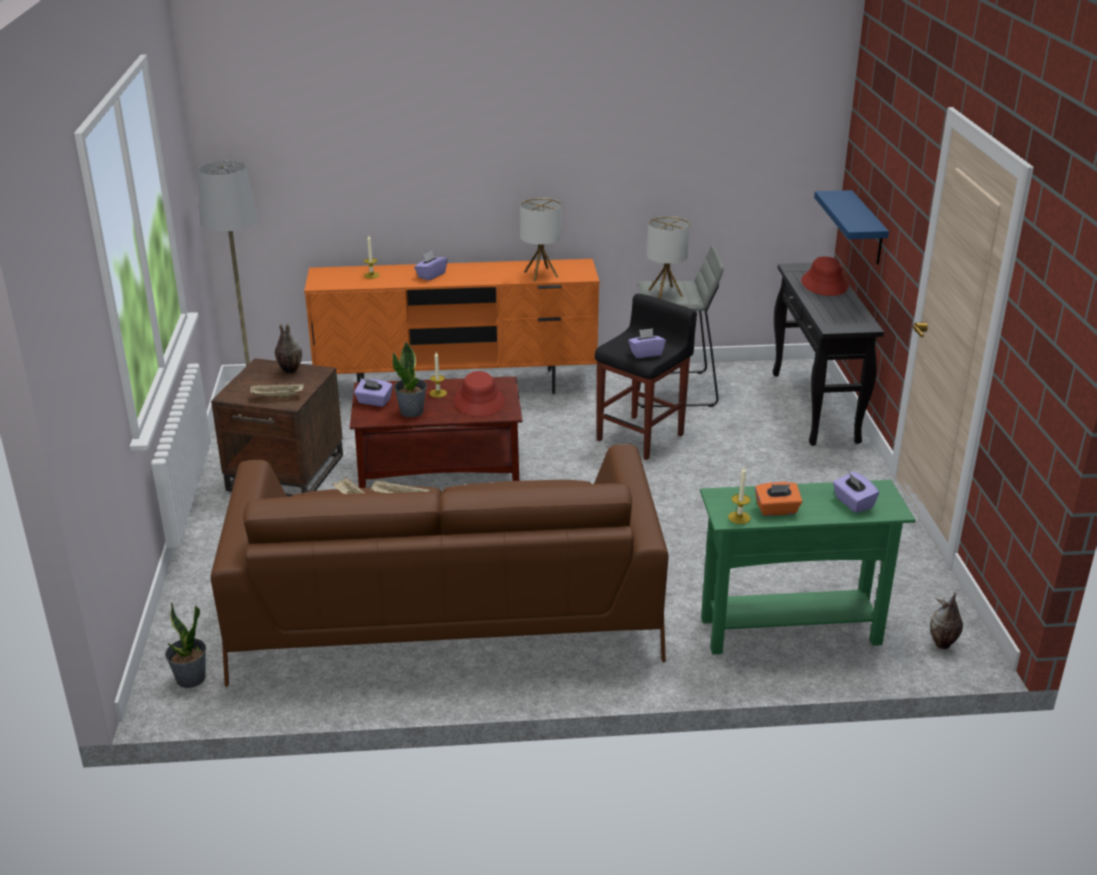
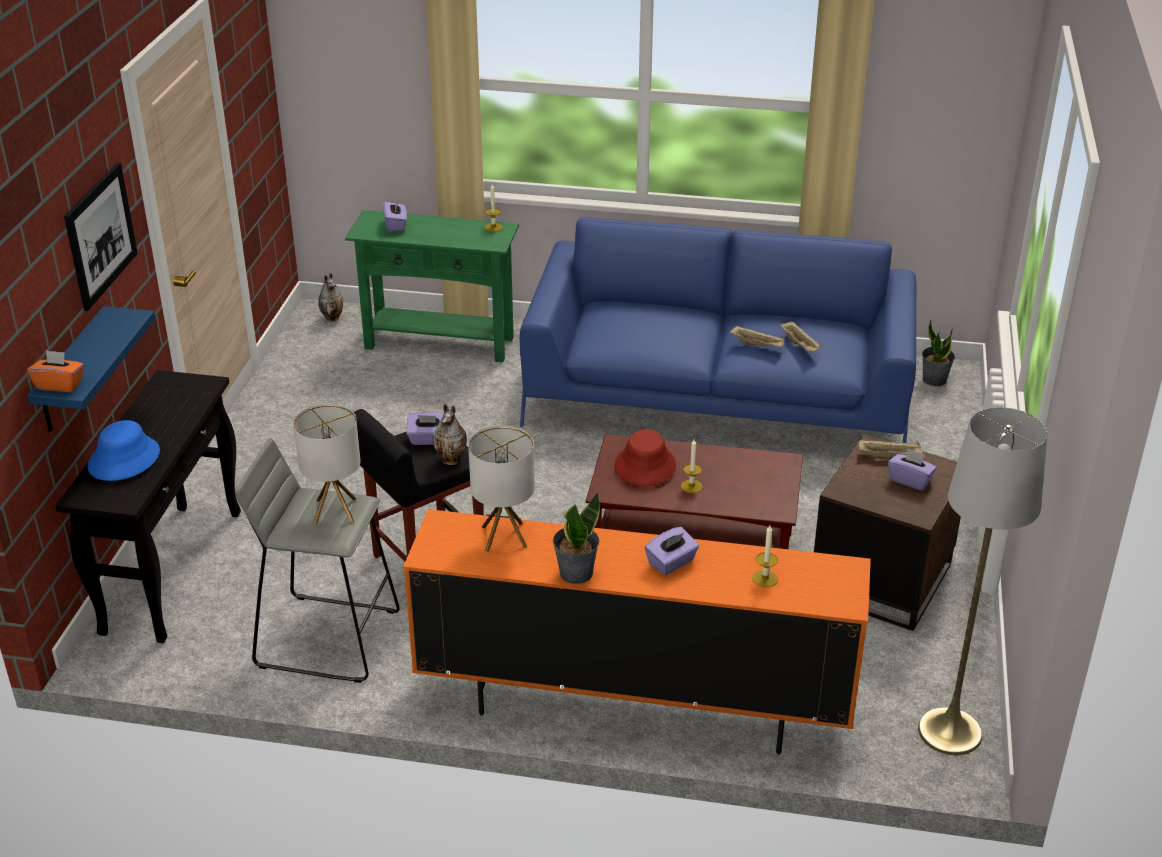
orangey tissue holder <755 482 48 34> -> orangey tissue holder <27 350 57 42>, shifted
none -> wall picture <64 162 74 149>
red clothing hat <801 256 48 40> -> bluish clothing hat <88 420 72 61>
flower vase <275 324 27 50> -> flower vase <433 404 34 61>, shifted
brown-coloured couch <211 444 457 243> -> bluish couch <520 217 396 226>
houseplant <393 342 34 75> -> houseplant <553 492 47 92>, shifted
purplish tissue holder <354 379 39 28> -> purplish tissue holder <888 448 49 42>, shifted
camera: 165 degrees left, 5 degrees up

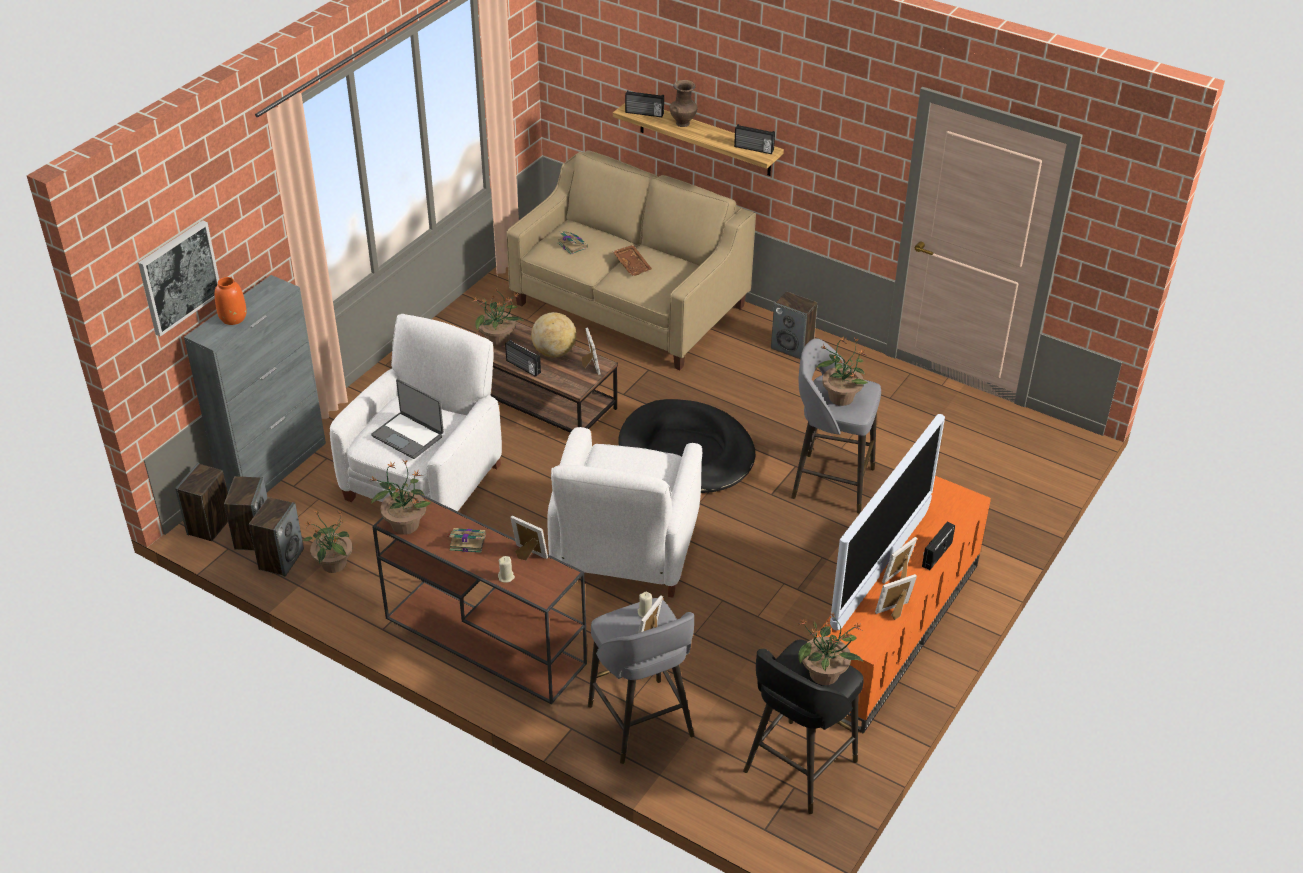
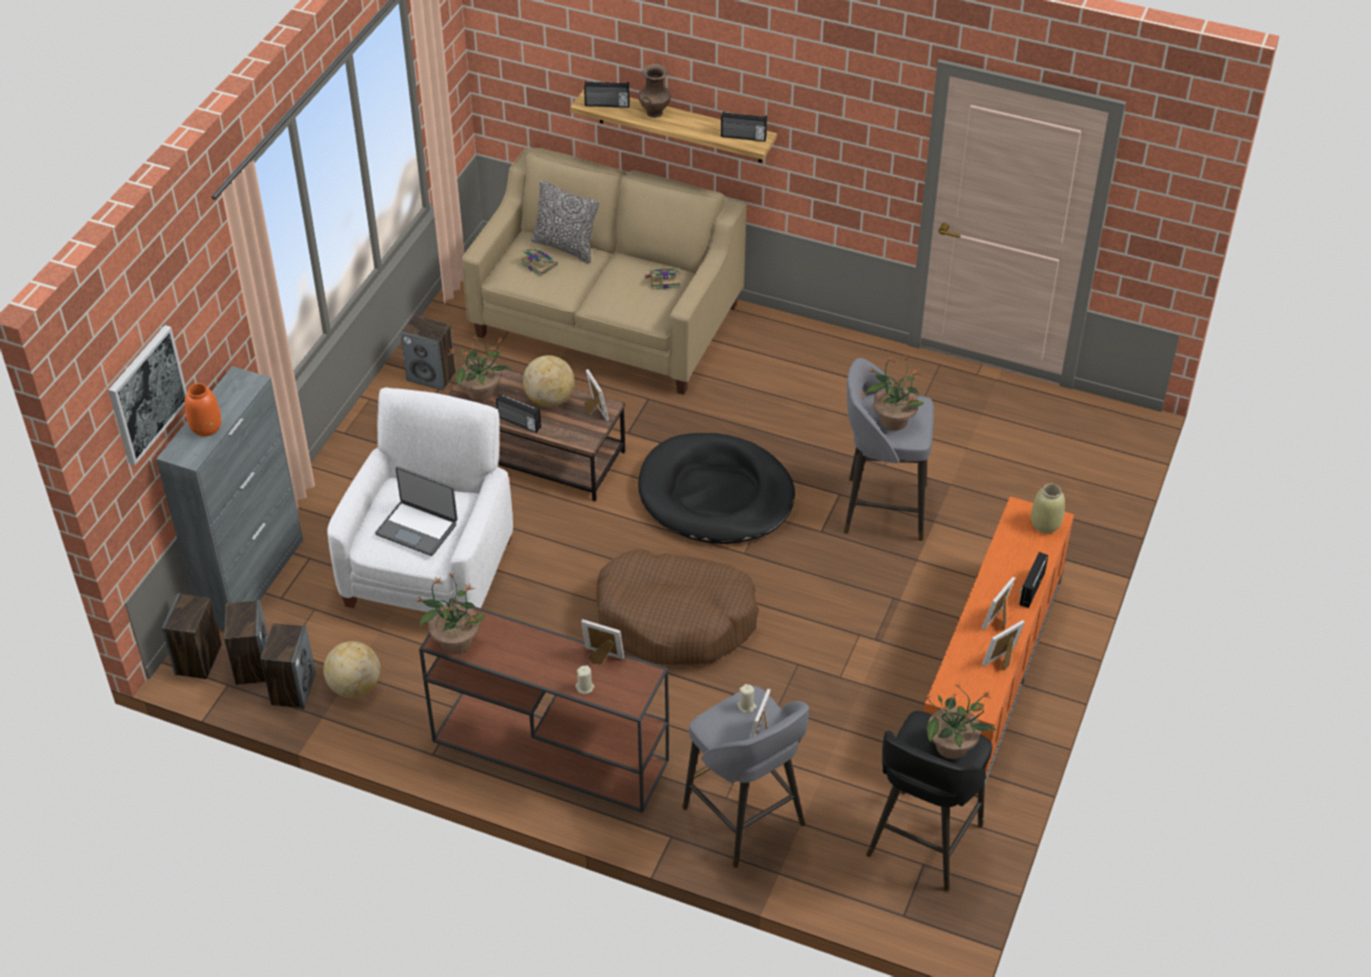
houseplant <302 510 50 63> -> world globe <323 641 57 57>
audio speaker <771 291 46 68> -> audio speaker <400 315 56 76>, shifted
none -> pillow <531 180 69 84>
whitish armchair <548 427 154 170> -> brown-coloured dog bed <596 548 163 117>
volume <447 528 39 25> -> volume <646 268 35 21>, shifted
none -> beige-coloured flower vase <1031 484 34 49>
brown-coloured serving tray <613 245 39 31> -> none
TV <830 414 115 216> -> none
camera: 10 degrees left, 5 degrees up

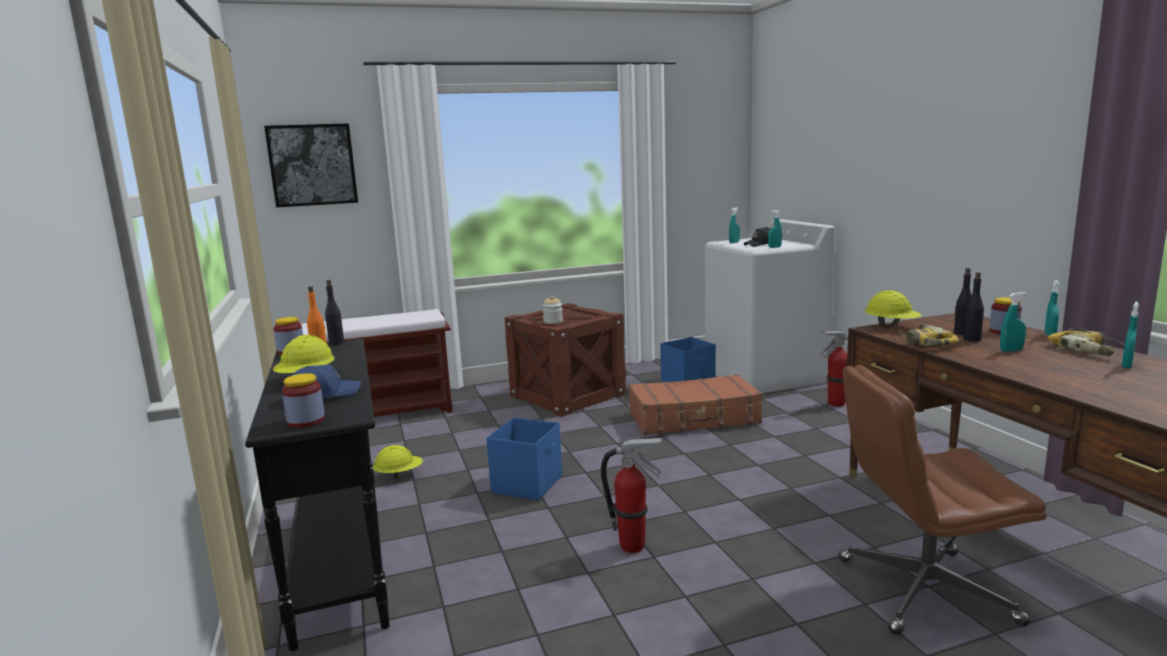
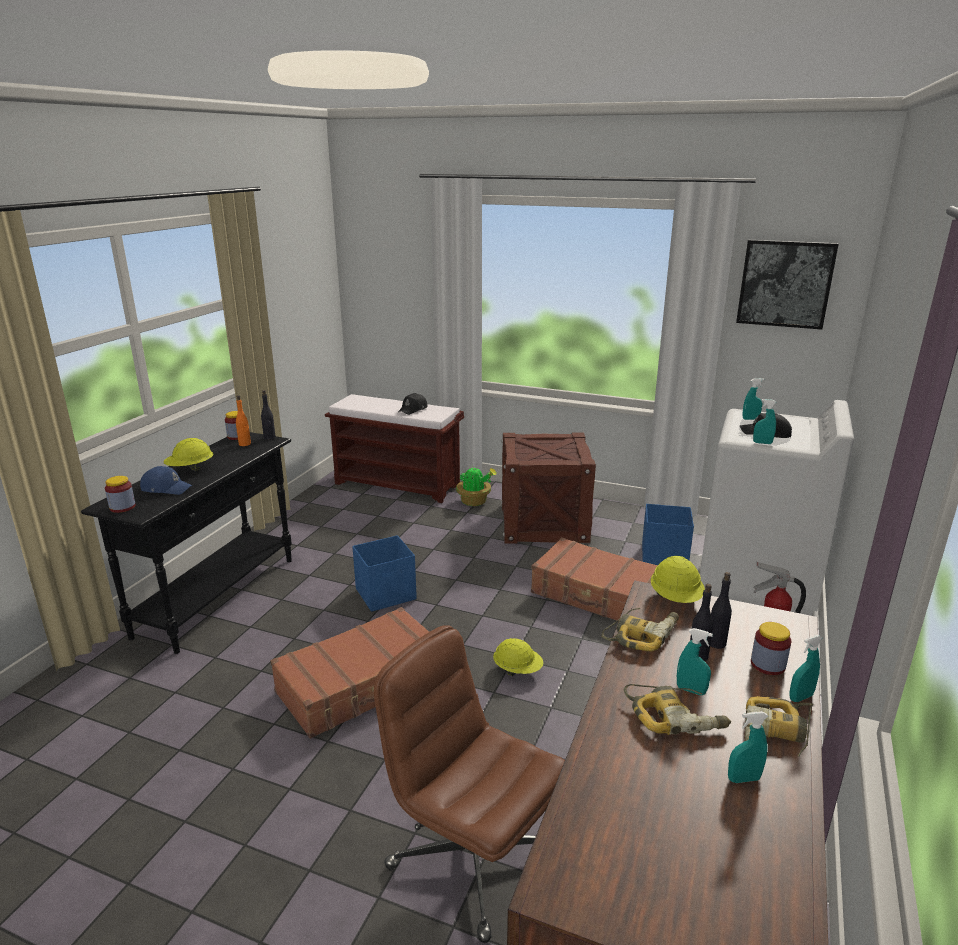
fire-fighting cylinder <601 438 61 115> -> brown-coloured piece of luggage <270 607 159 132>
none -> black-coloured cap <398 393 30 22>
none -> houseplant <456 466 41 40>
yellowish hard hat <373 445 50 35> -> yellowish hard hat <493 638 51 38>, shifted
none -> electric drill <623 684 108 51>
wall picture <264 123 94 84> -> wall picture <736 240 103 90>, shifted
jar <542 296 21 28> -> none
camera: 40 degrees right, 10 degrees up

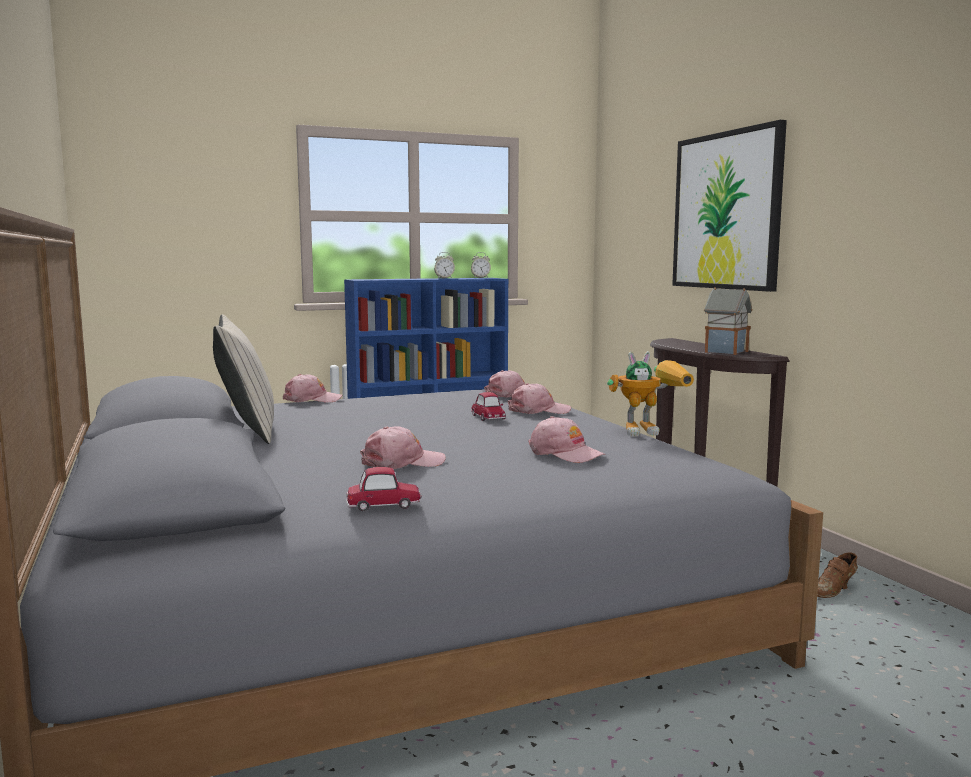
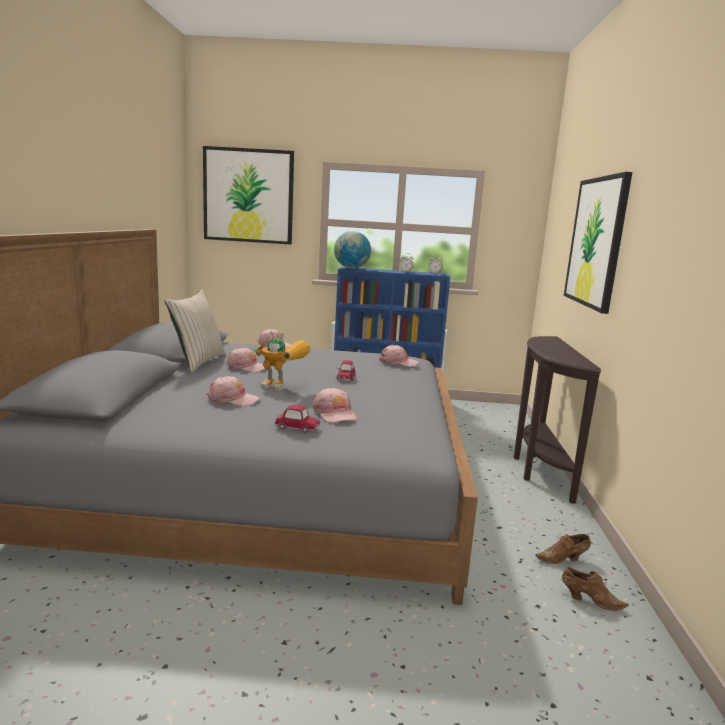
none -> wall picture <203 146 91 99>
pink cap <508 383 63 31> -> pink cap <226 347 39 25>, shifted
robot figure <607 351 87 85> -> robot figure <254 331 56 59>, shifted
toy car <346 467 75 44> -> toy car <275 405 45 28>, shifted
none -> world globe <334 231 37 38>
none -> brown-coloured low shoe <562 567 67 44>
miniature house <704 287 48 68> -> none
camera: 25 degrees right, 5 degrees up

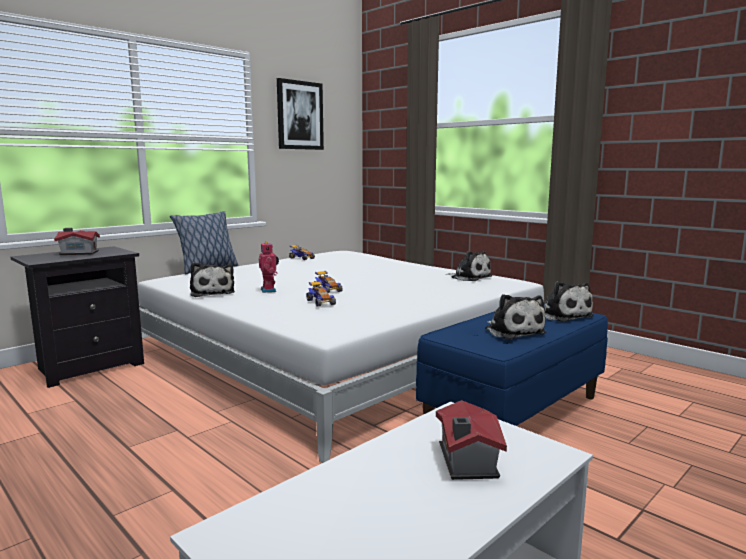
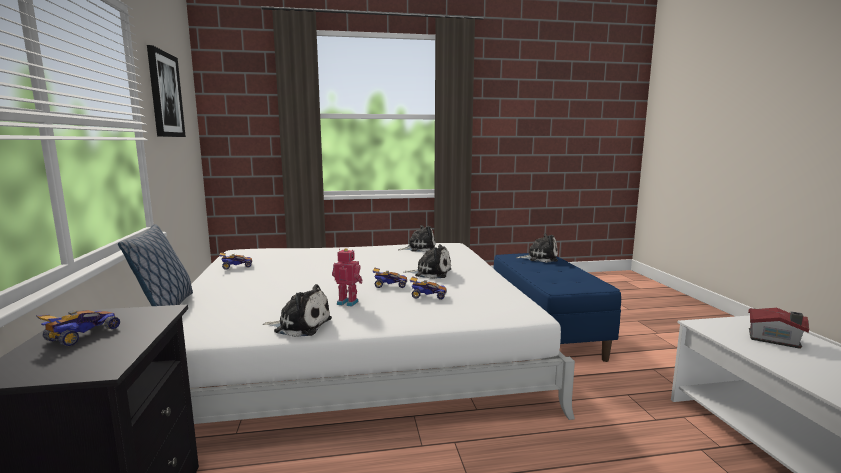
miniature house <54 228 46 27> -> toy car <36 310 84 36>
soft toy <485 294 61 45> -> soft toy <404 244 47 35>, shifted
camera: 55 degrees left, 0 degrees up

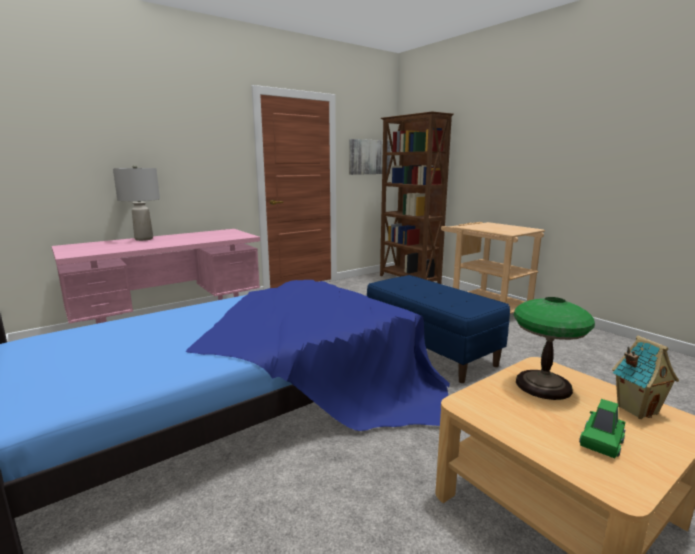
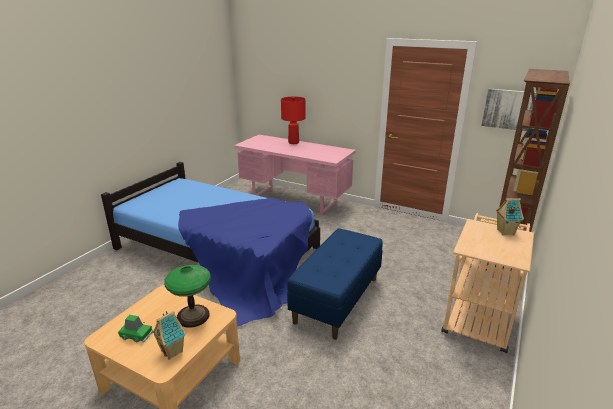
gray tabletop lamp <113 165 47 76> -> red tabletop lamp <281 97 25 47>
none -> miniature house <496 198 28 37>
camera: 65 degrees right, 10 degrees up

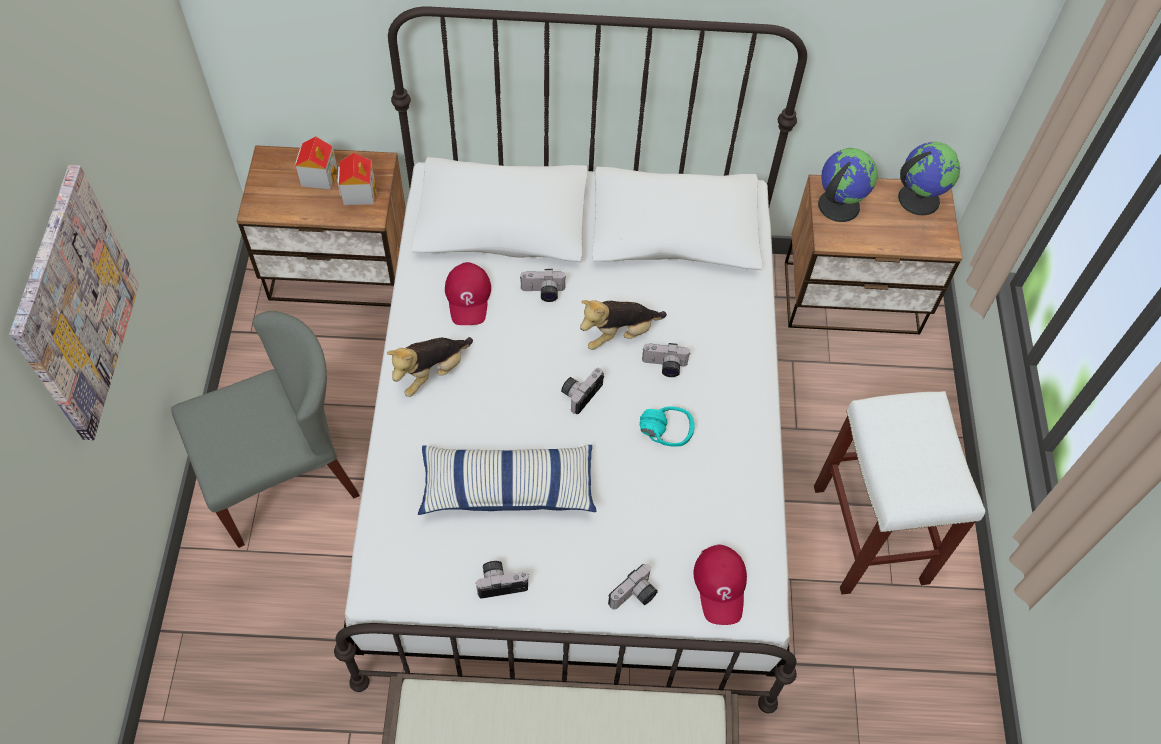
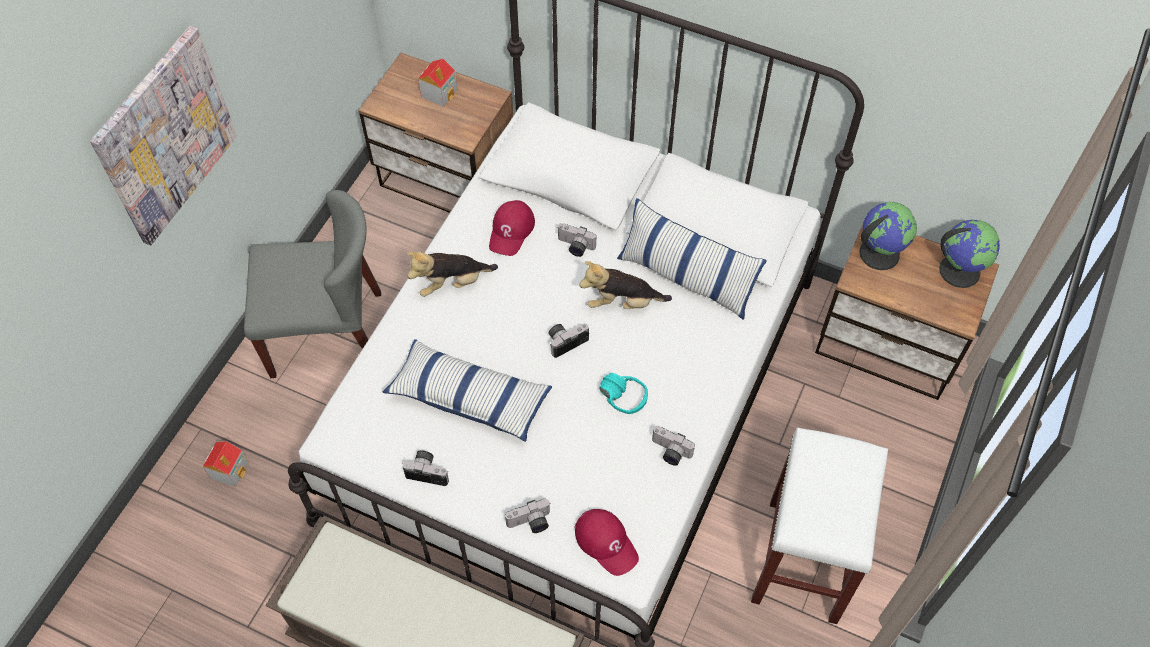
miniature house <337 153 39 52> -> miniature house <203 441 46 46>, shifted
red cap <694 544 53 81> -> red cap <574 509 65 67>, 60 degrees counterclockwise
none -> pillow <617 198 150 122>
photo camera <642 343 48 34> -> photo camera <652 426 43 40>, shifted
camera: 25 degrees right, 0 degrees up

